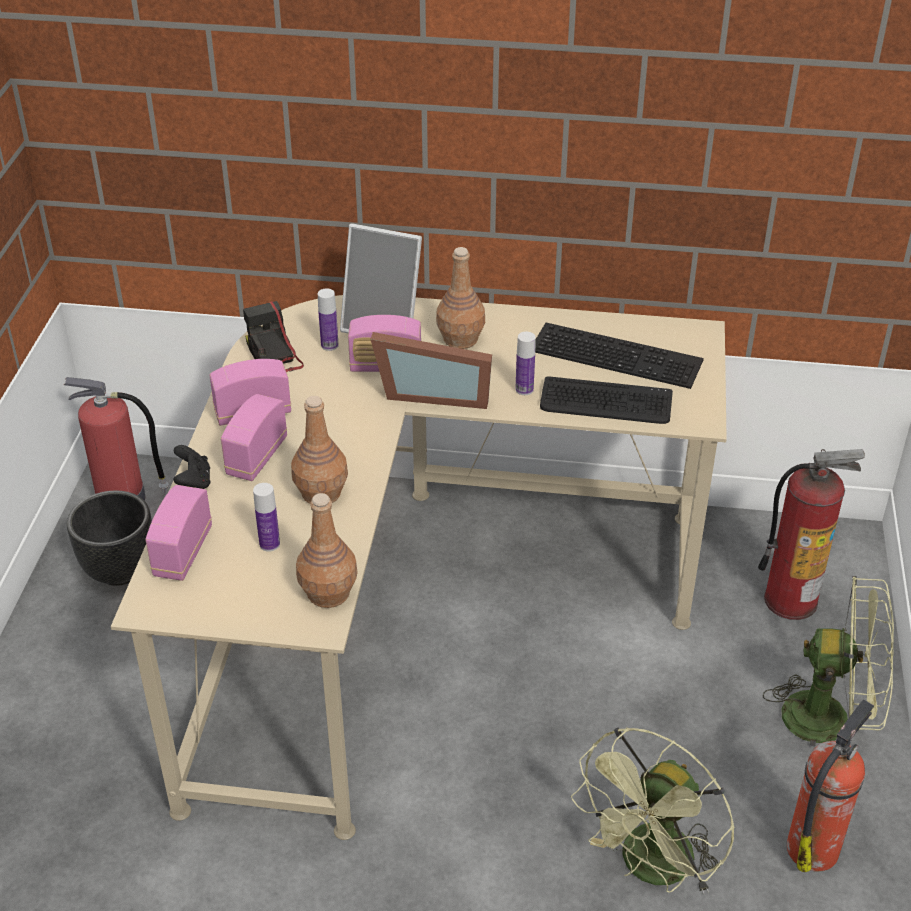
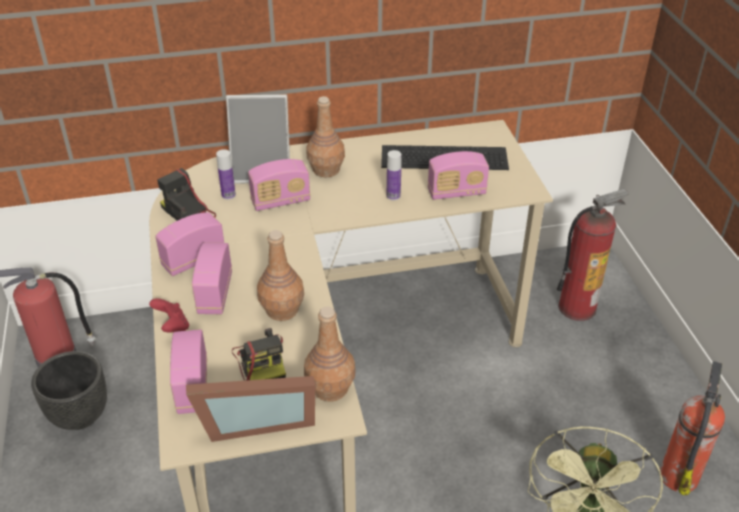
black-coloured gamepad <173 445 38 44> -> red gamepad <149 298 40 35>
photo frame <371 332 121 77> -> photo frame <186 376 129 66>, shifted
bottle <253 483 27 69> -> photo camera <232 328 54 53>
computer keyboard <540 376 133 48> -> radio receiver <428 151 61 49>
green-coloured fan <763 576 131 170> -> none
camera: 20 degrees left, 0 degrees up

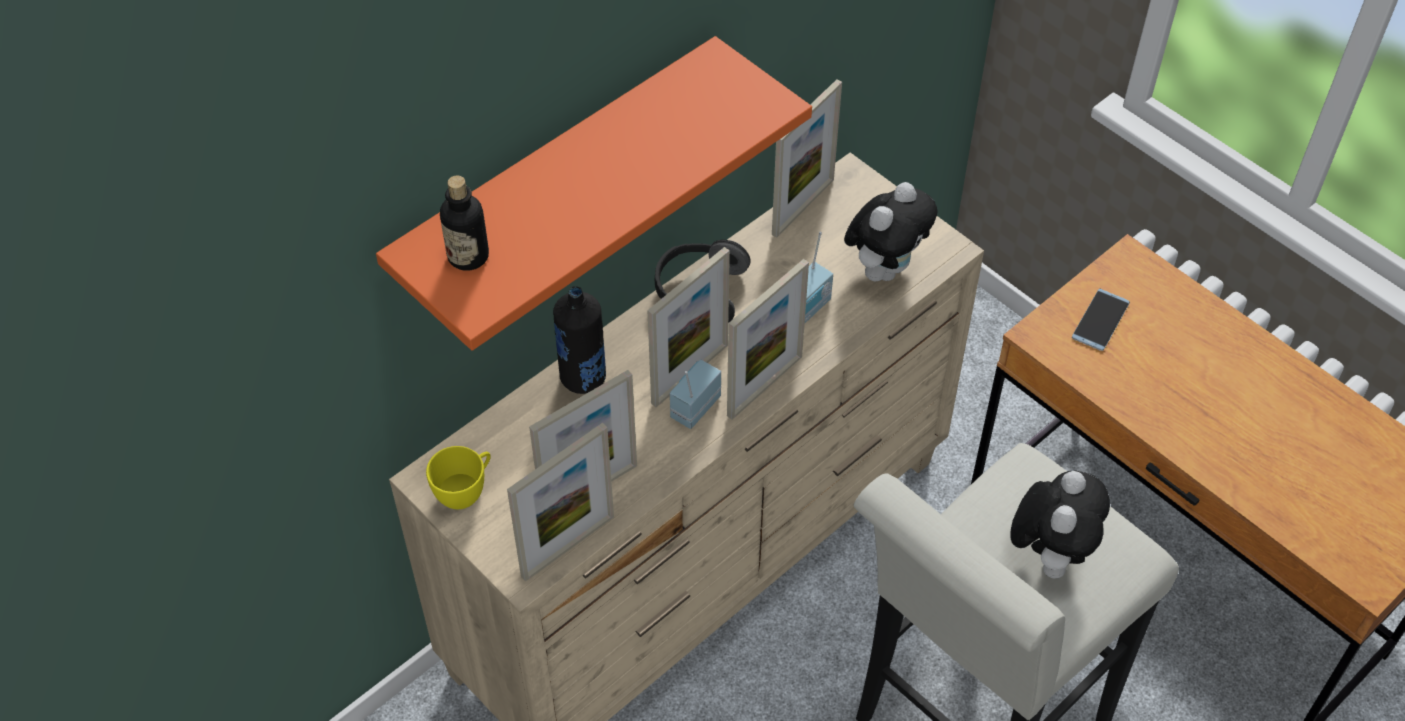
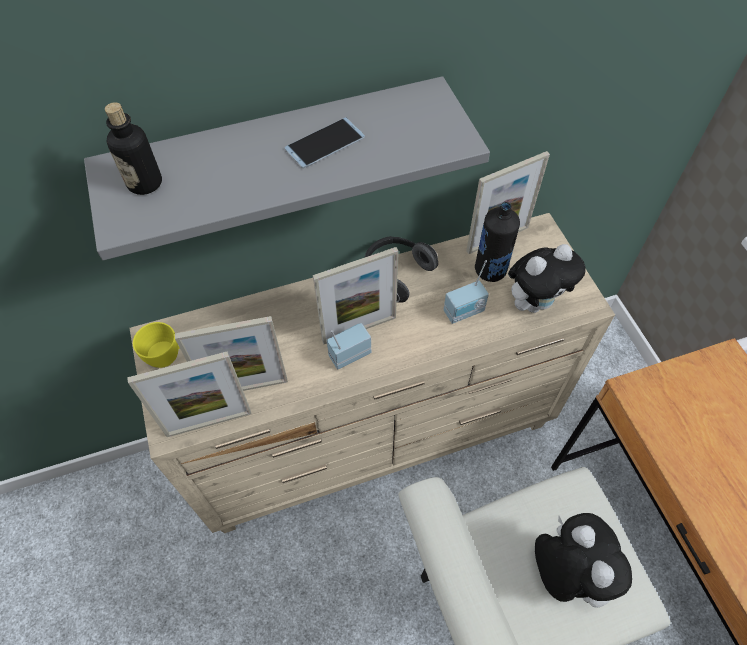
orangey wall shelf <376 36 436 315> -> gray wall shelf <84 76 406 184>
handset <1072 288 58 63> -> handset <284 117 81 51>, shifted
black-coloured bottle <553 286 53 108> -> black-coloured bottle <475 202 45 80>, shifted
soft toy <1010 470 100 109> -> soft toy <535 513 97 94>, 60 degrees counterclockwise
photo frame <727 259 82 161> -> none
camera: 25 degrees right, 5 degrees up

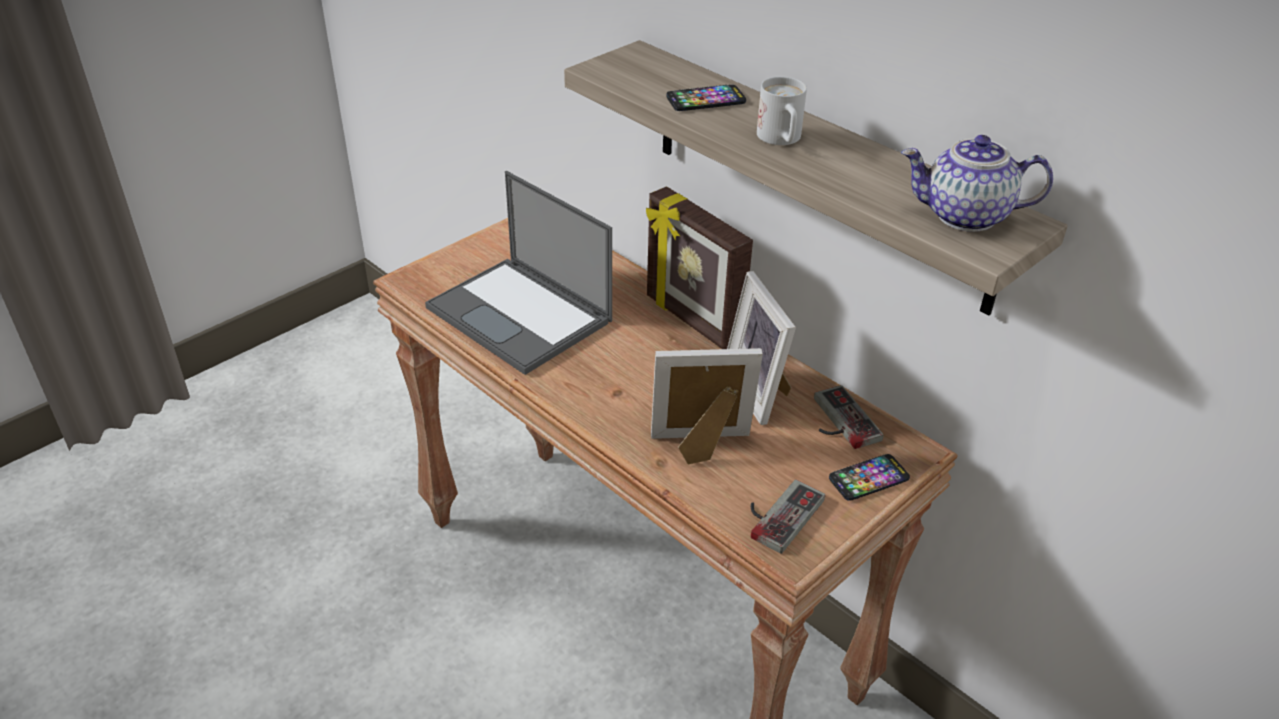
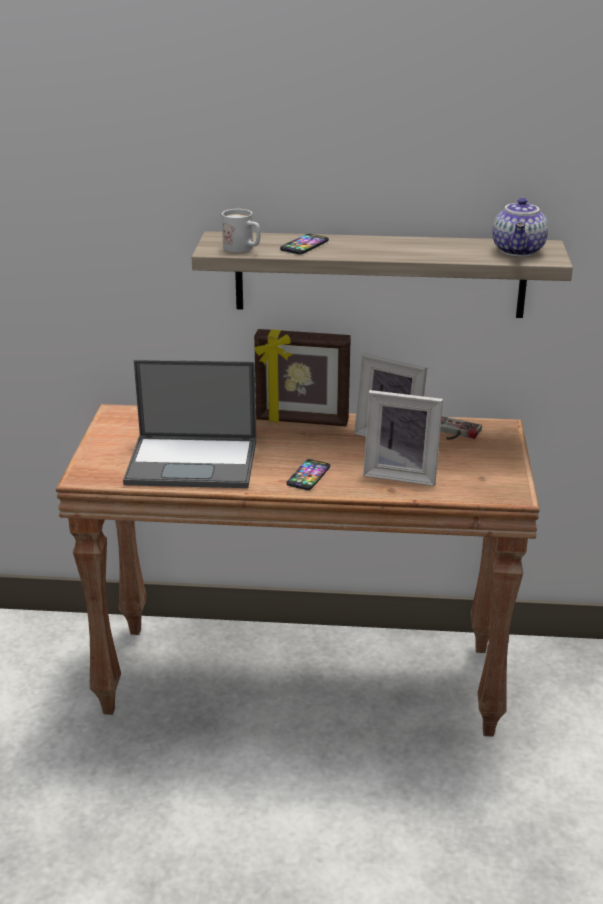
whitish coffee mug <757 76 50 69> -> whitish coffee mug <222 209 38 44>, shifted
handset <829 454 81 47> -> handset <287 459 43 31>, shifted
photo frame <651 348 112 116> -> photo frame <363 390 80 96>, 120 degrees counterclockwise
tea pot <901 135 152 97> -> tea pot <492 198 56 59>, 45 degrees counterclockwise
gamepad <751 479 74 75> -> none
camera: 40 degrees left, 10 degrees down

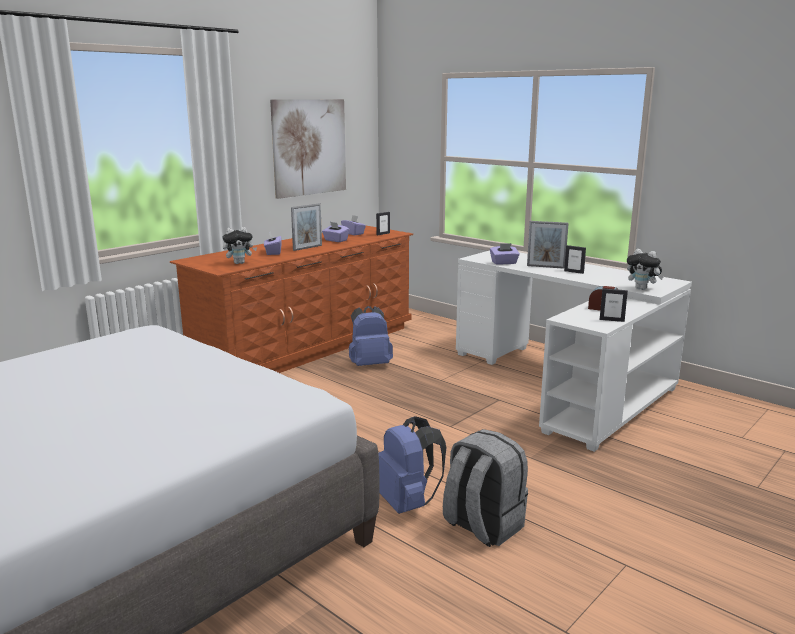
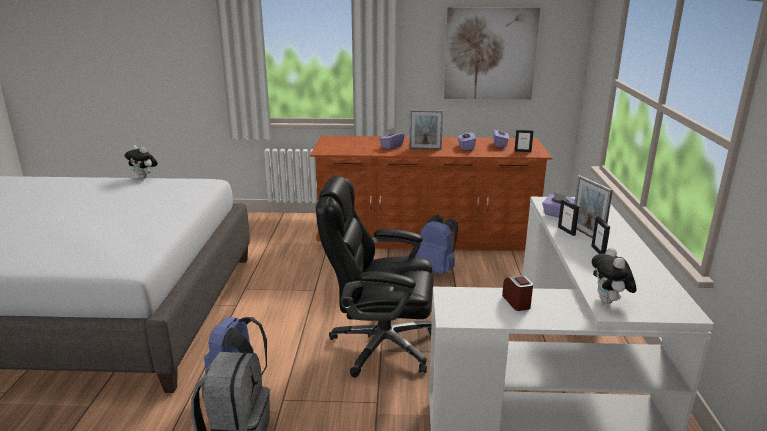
soft toy <223 227 34 37> -> soft toy <125 145 33 34>, shifted
none -> black-coloured computer chair <316 176 118 201>
photo frame <600 288 28 34> -> photo frame <558 199 21 37>, shifted
camera: 50 degrees right, 5 degrees up

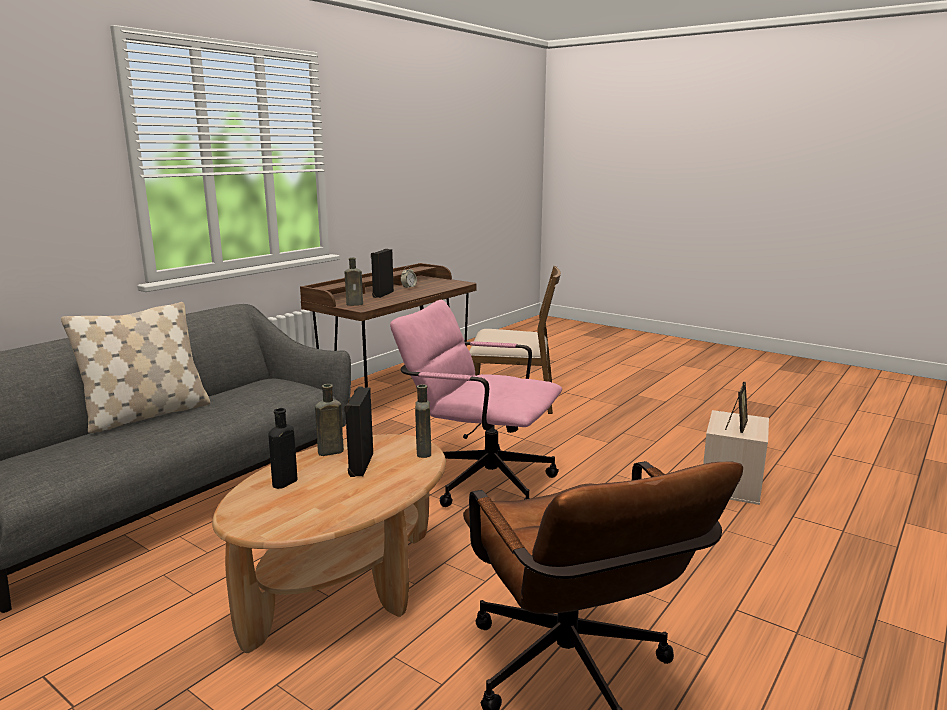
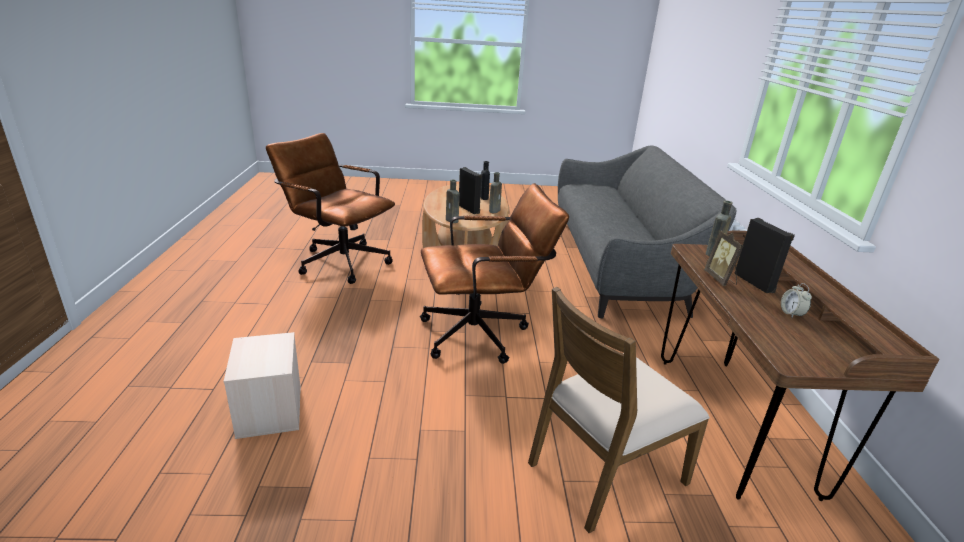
pink computer chair <390 300 172 207> -> brown-coloured computer chair <420 183 149 181>
photo frame <725 382 23 51> -> photo frame <704 231 40 55>, shifted
beige-coloured pillow <61 302 149 131> -> none
camera: 140 degrees right, 10 degrees up

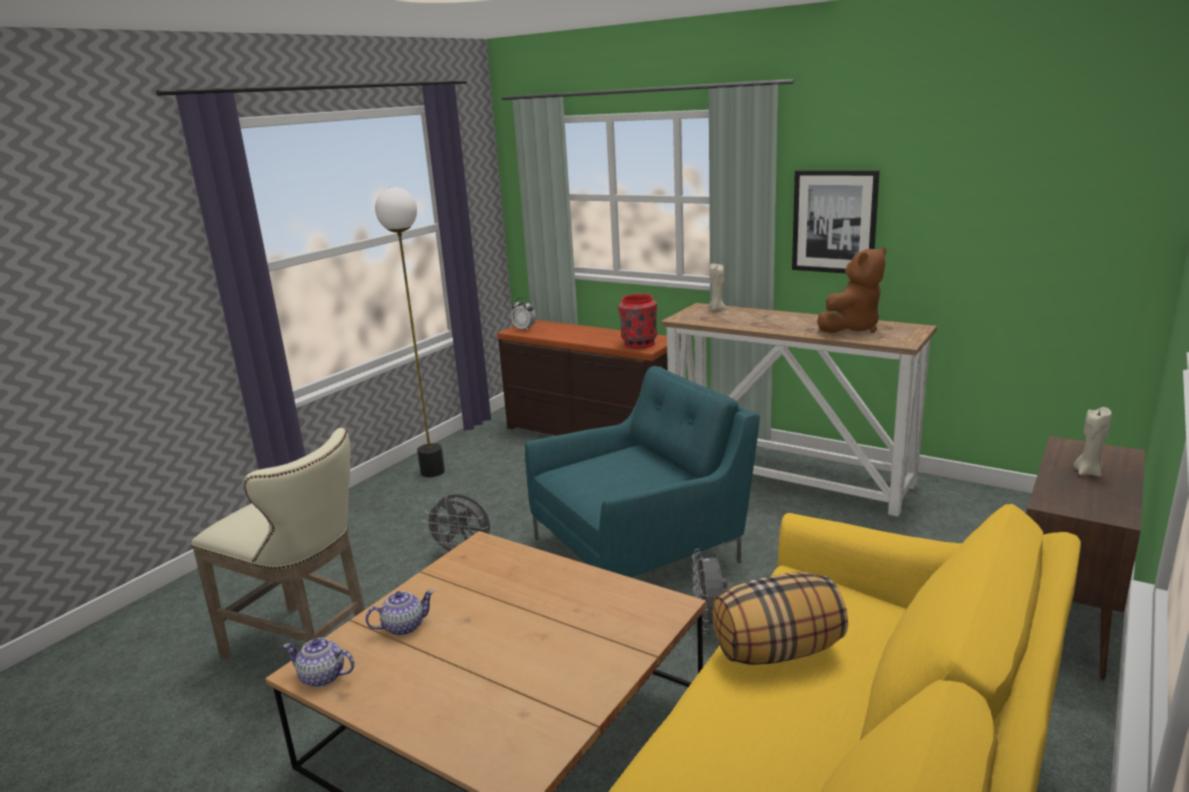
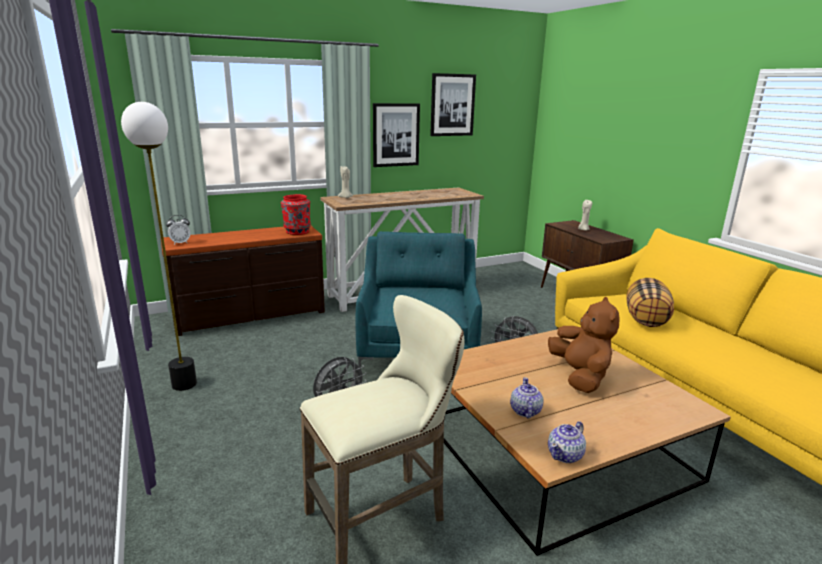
none -> wall picture <430 73 46 63>
brown-coloured soft toy <817 247 69 86> -> brown-coloured soft toy <548 297 72 96>, shifted
camera: 60 degrees left, 0 degrees up

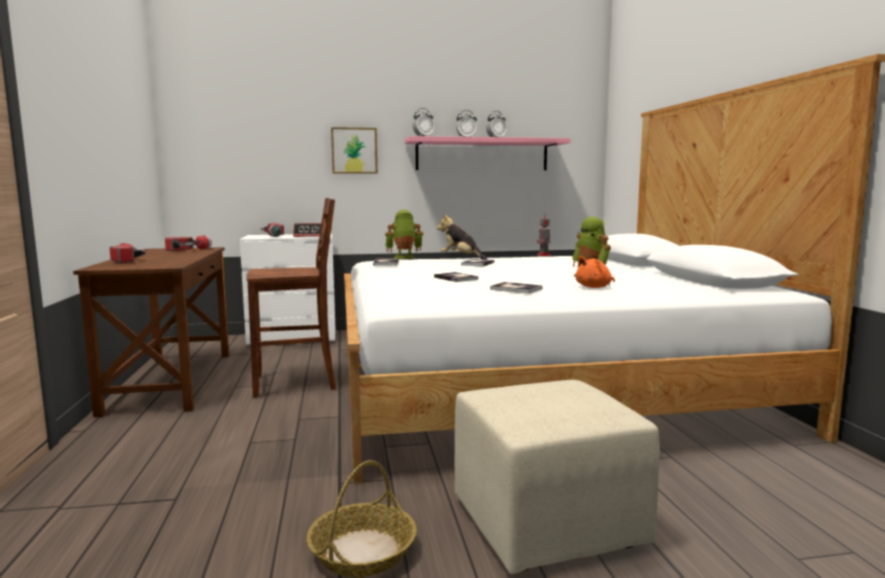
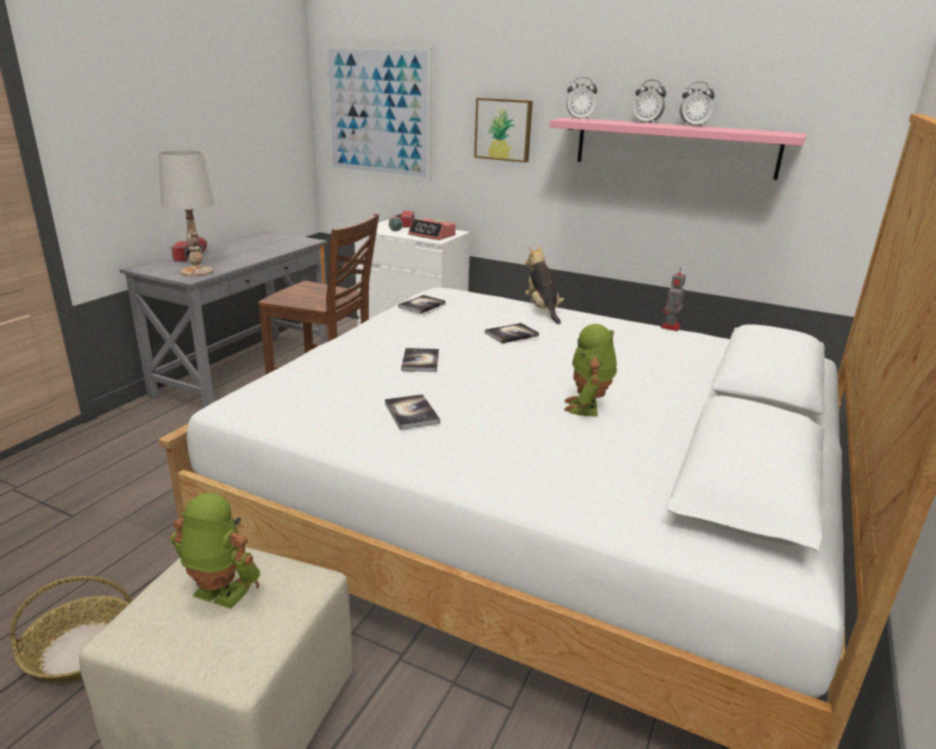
brown-coloured desk table <73 247 156 170> -> gray desk table <120 230 209 178>
none -> whitish tabletop lamp <158 150 56 126>
robot figure <385 210 38 49> -> robot figure <170 493 90 116>, shifted
none -> wall picture <324 44 108 138>
torch <165 235 47 16> -> none
orangey soft toy <576 256 39 32> -> none
camera: 35 degrees right, 15 degrees up

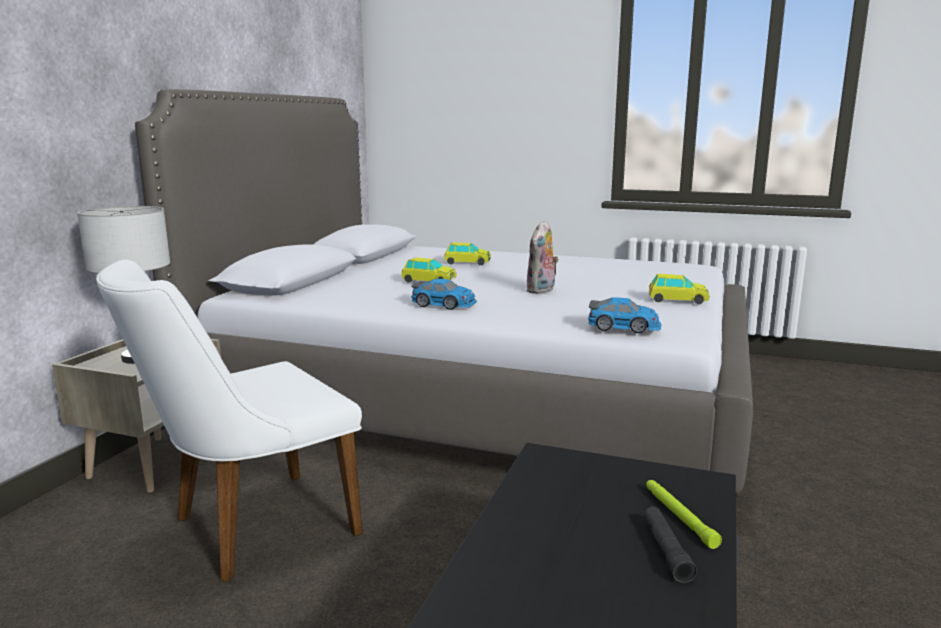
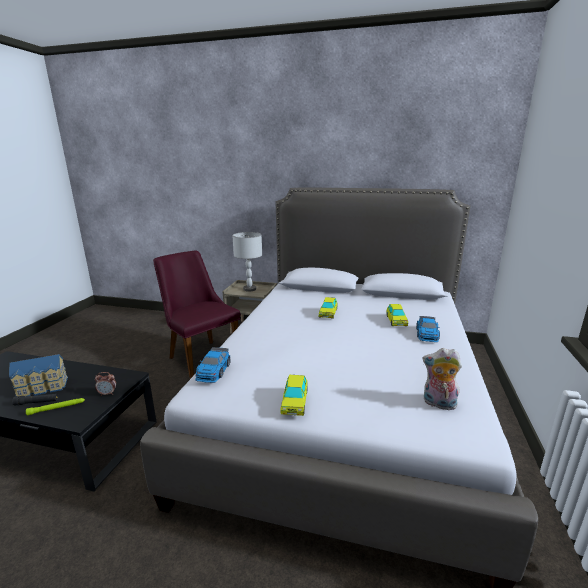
none -> miniature house <9 354 59 42>
none -> bedside clock <95 372 21 24>
whitish upright chair <96 260 267 322> -> purplish upright chair <153 250 88 128>
toy car <411 279 66 31> -> toy car <416 316 24 26>, shifted
soft toy <526 221 33 73> -> soft toy <423 348 39 64>, shifted
camera: 85 degrees right, 5 degrees up

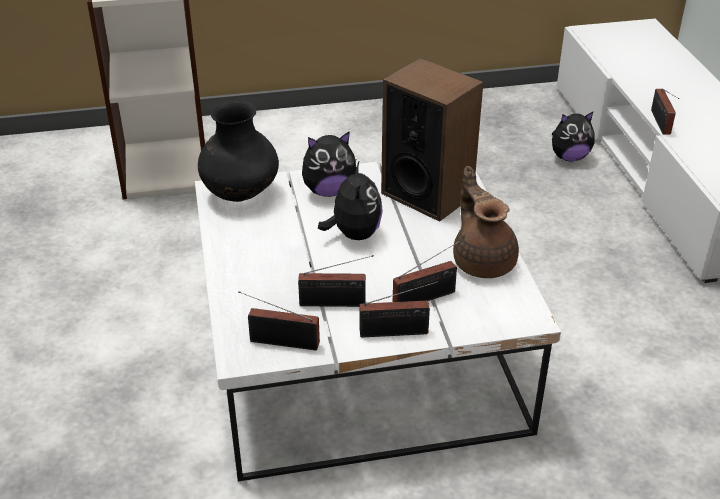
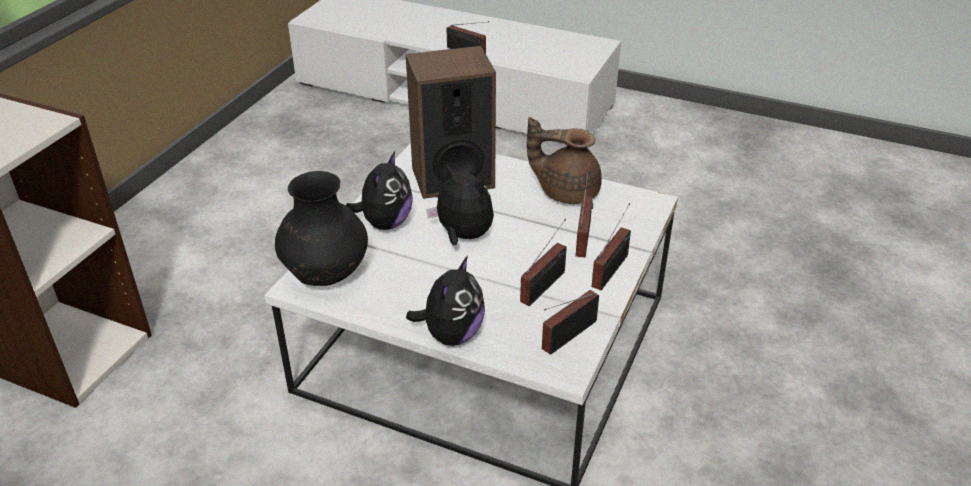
soft toy <552 111 43 50> -> soft toy <406 255 79 91>, shifted
camera: 55 degrees left, 0 degrees up

